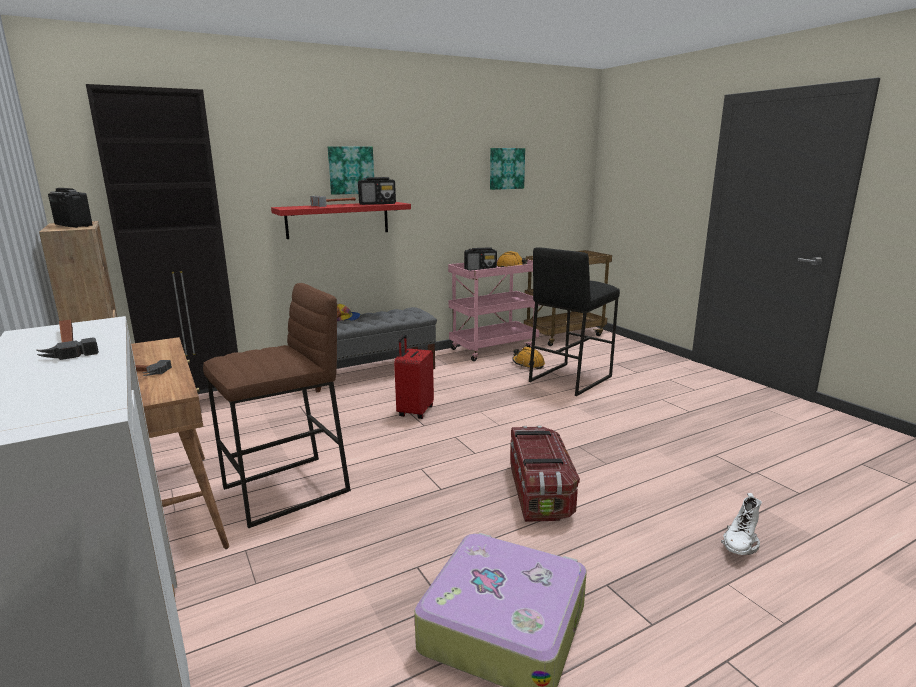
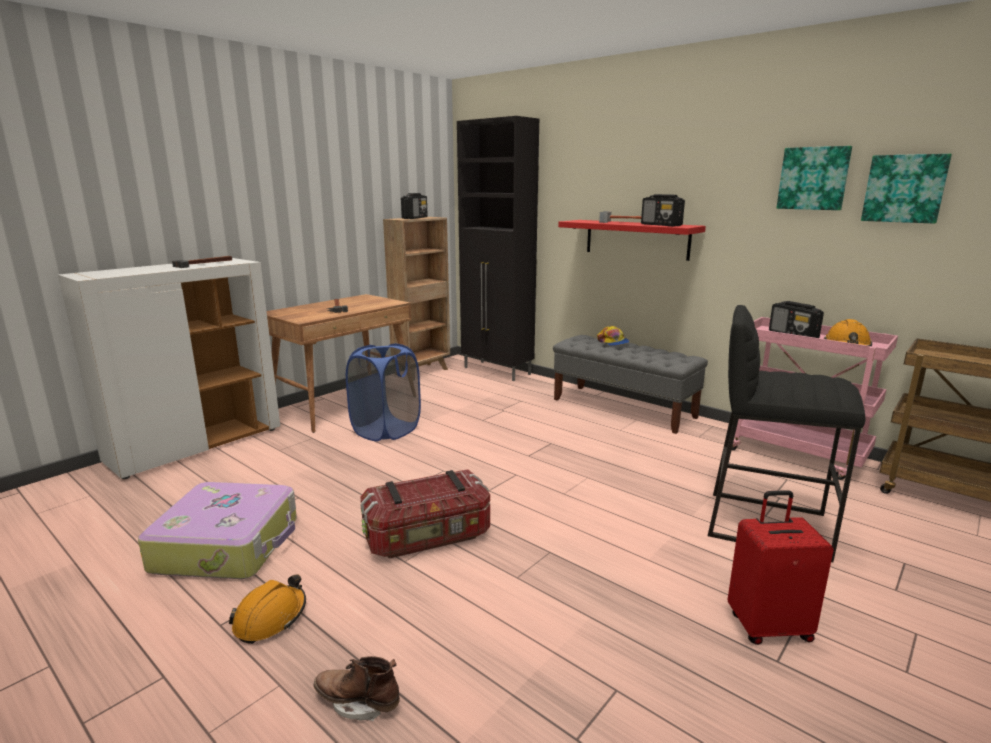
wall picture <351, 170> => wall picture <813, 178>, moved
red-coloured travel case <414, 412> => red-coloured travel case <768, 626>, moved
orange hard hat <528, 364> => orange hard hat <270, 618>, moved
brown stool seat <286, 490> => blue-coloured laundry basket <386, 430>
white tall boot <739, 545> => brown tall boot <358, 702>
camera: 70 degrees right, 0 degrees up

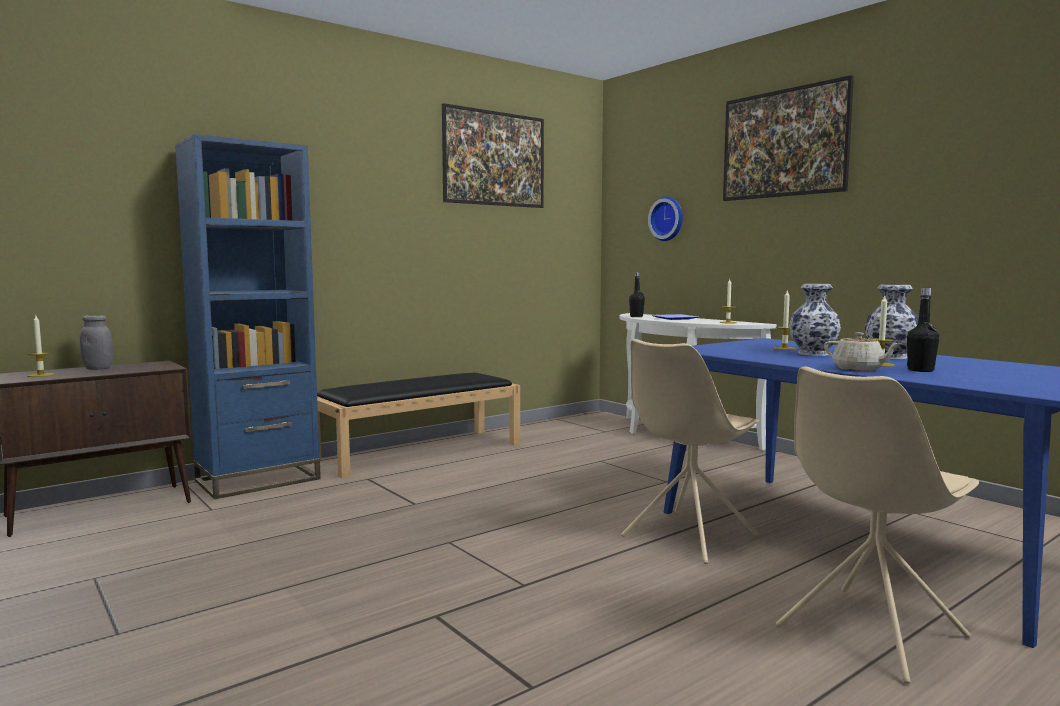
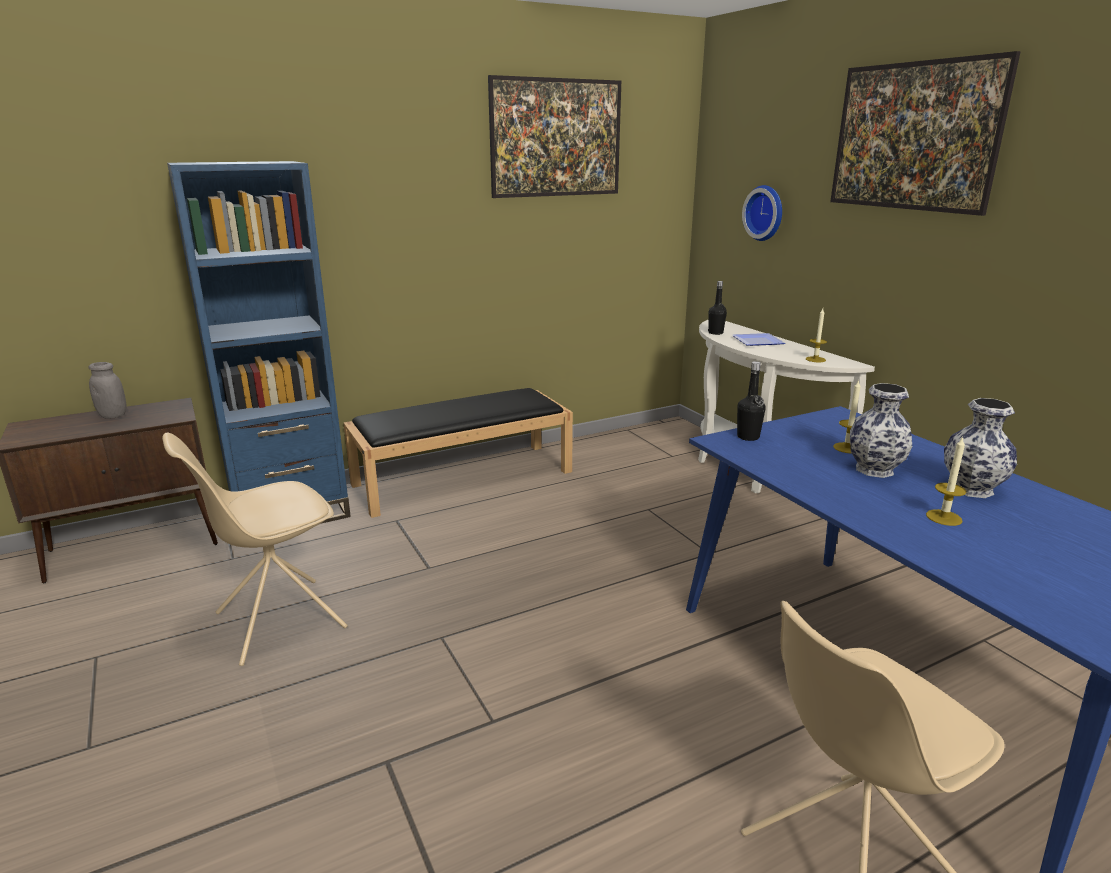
wax candle <41, 375> => nothing
beige-coloured teapot <858, 369> => nothing
beige-coloured plain chair <687, 537> => beige-coloured plain chair <277, 621>, moved
black bottle <920, 370> => black bottle <748, 437>, moved
camera: 10 degrees right, 15 degrees up

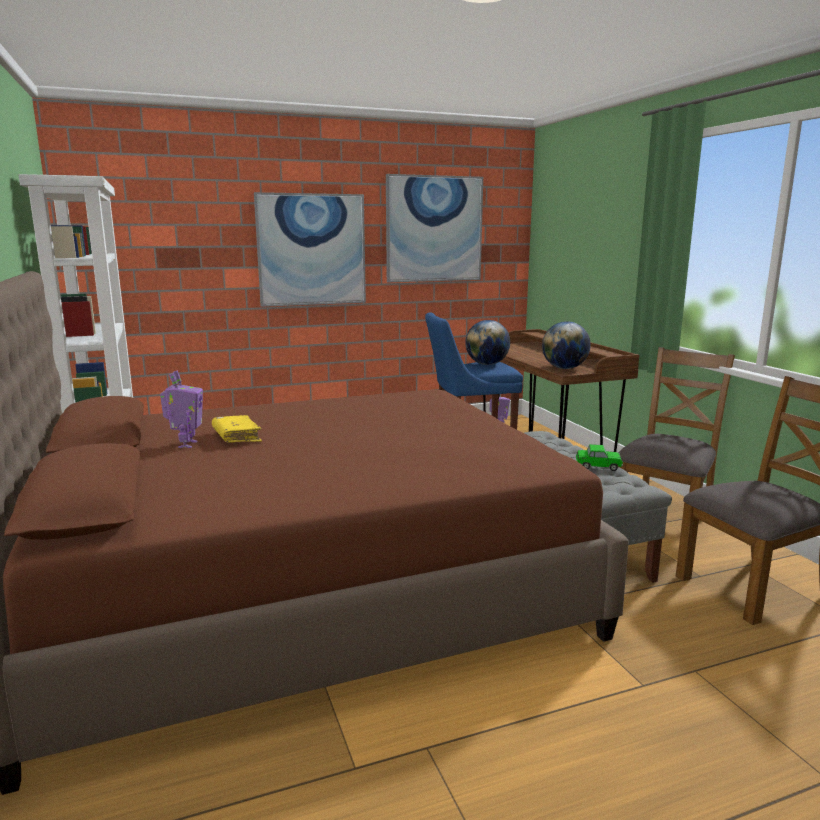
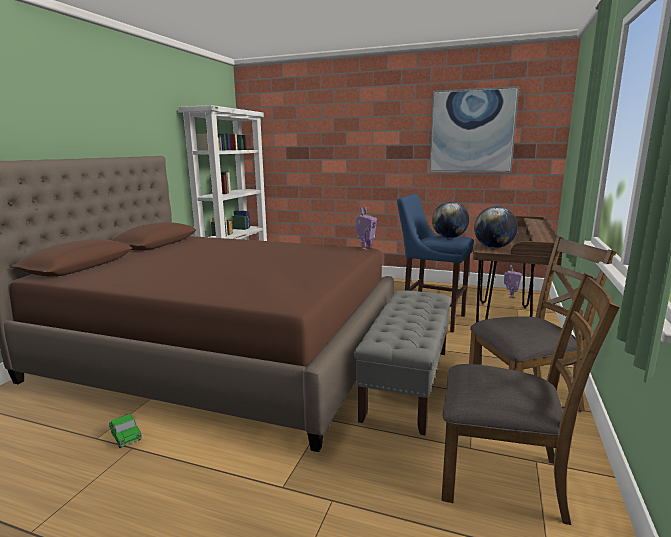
yellow-coloured volume <236, 437> => nothing
wall picture <311, 250> => nothing
toy robot <186, 444> => toy robot <365, 248>, moved
miniature car <598, 466> => miniature car <126, 437>, moved
camera: 40 degrees right, 0 degrees up

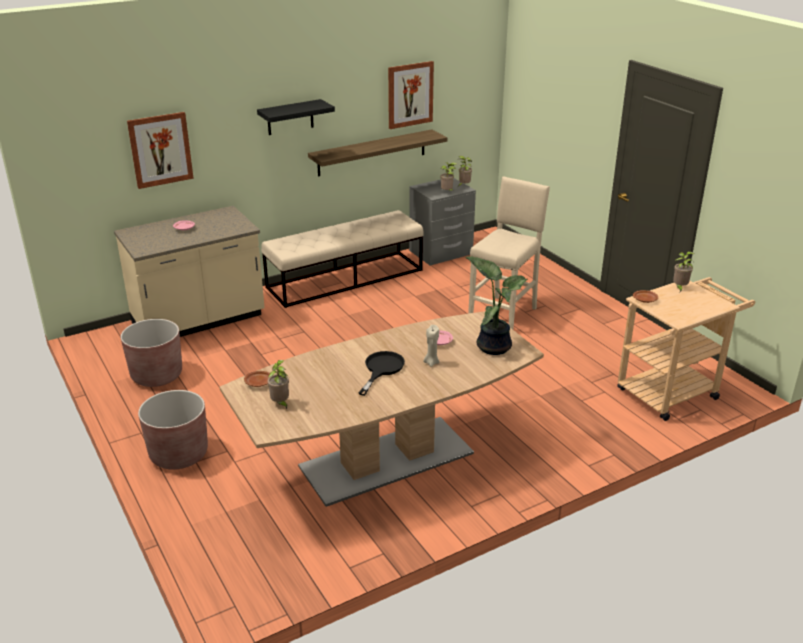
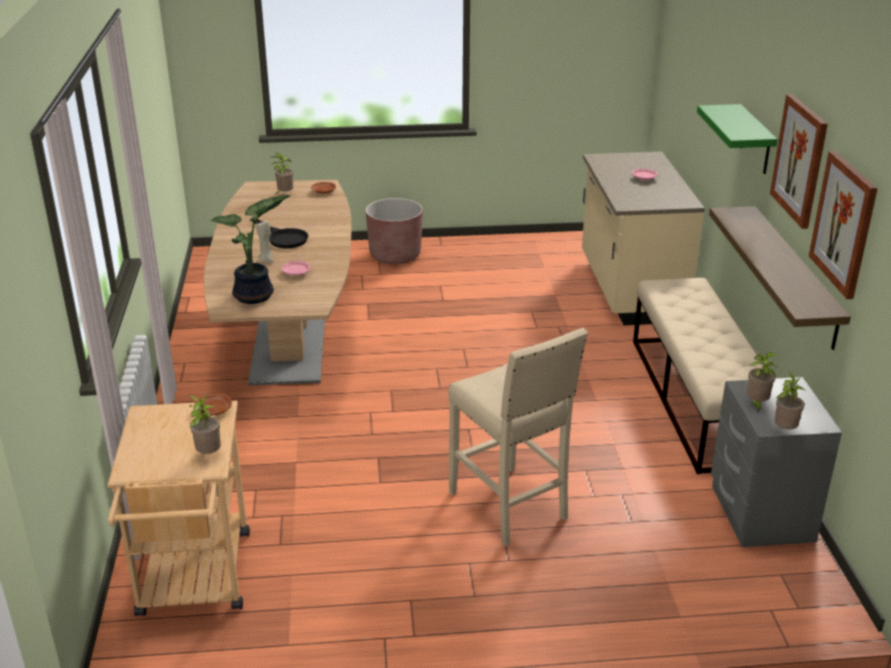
brown flower pot <157, 375> => nothing
wall picture <160, 149> => wall picture <800, 160>, moved
black shelf <290, 117> => green-coloured shelf <755, 140>
camera: 115 degrees right, 0 degrees up

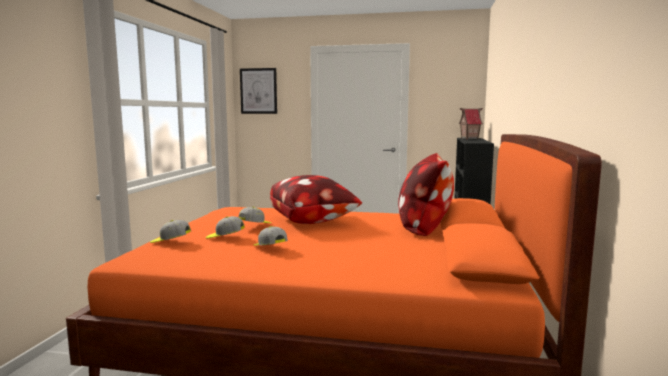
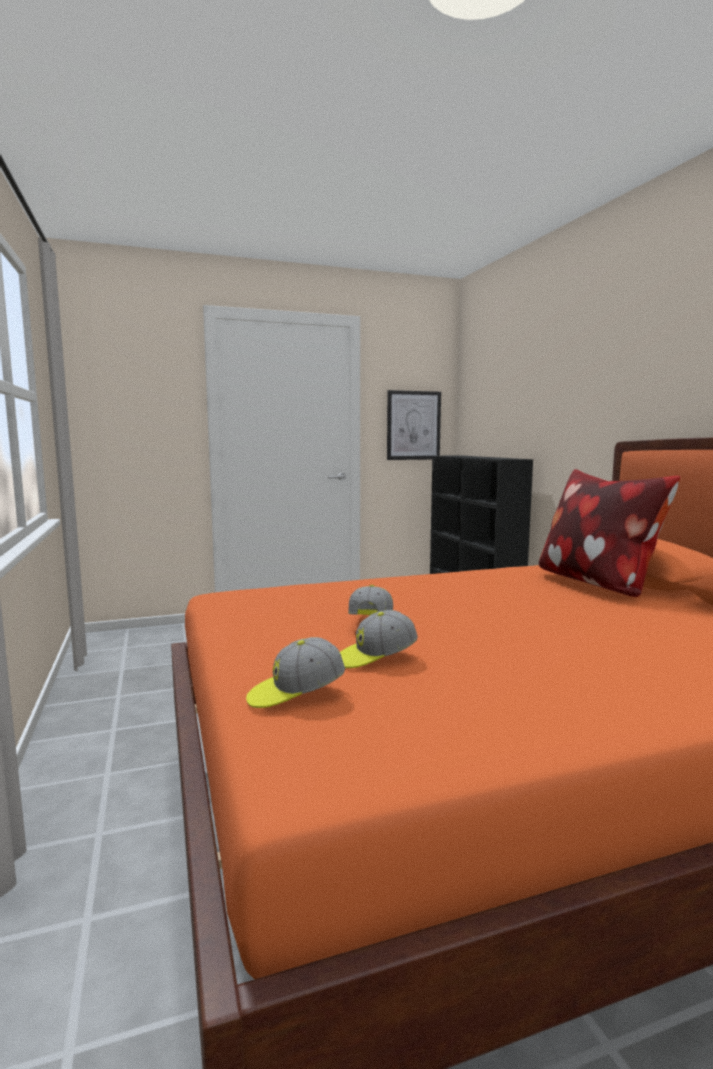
baseball cap <269, 248> => nothing
throw pillow <313, 221> => nothing
toy house <469, 138> => nothing
wall picture <258, 91> => wall picture <413, 425>, moved
camera: 30 degrees left, 0 degrees up

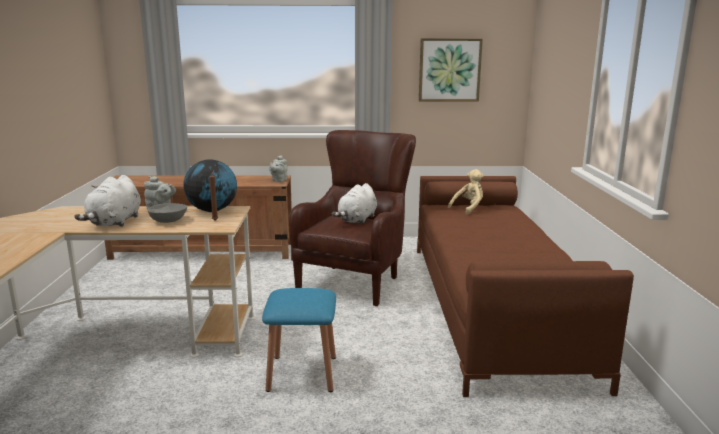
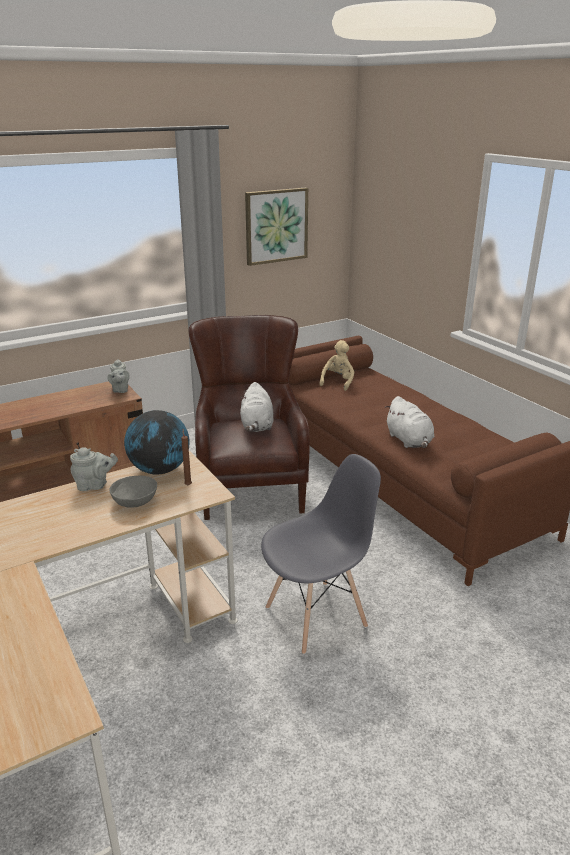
white plush toy <115, 222> => white plush toy <409, 441>, moved
blue-coloured stool seat <302, 373> => grey plain chair <316, 616>
camera: 30 degrees left, 10 degrees up

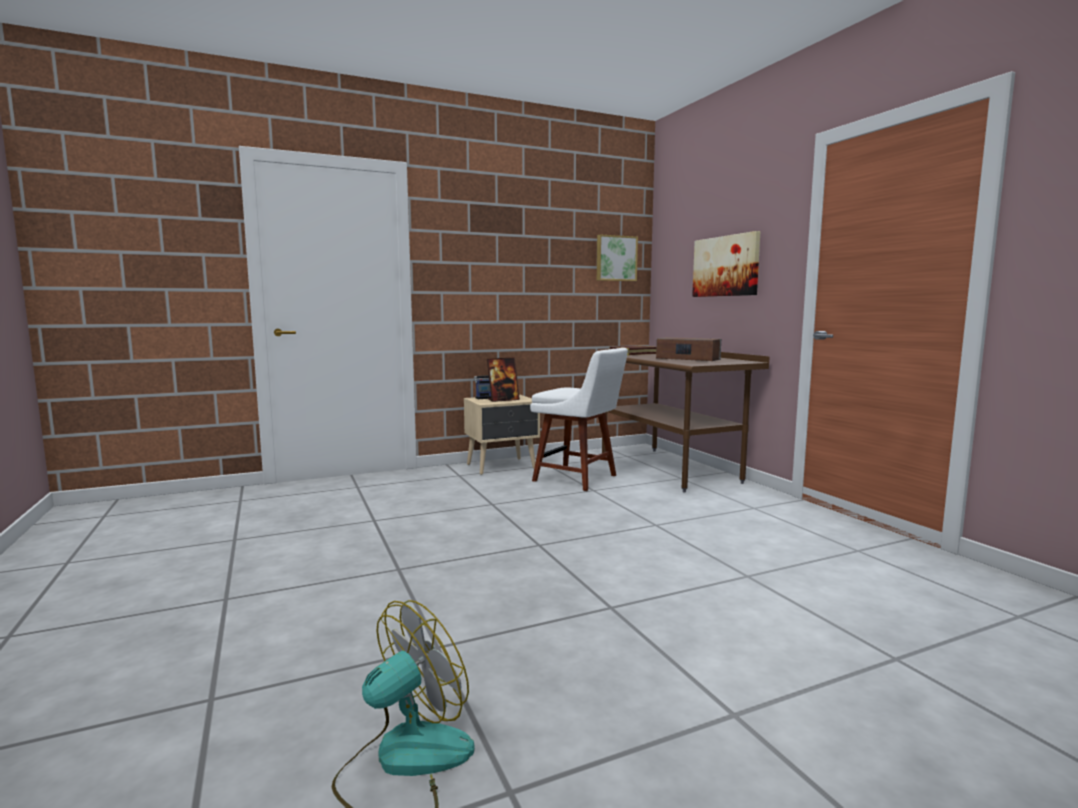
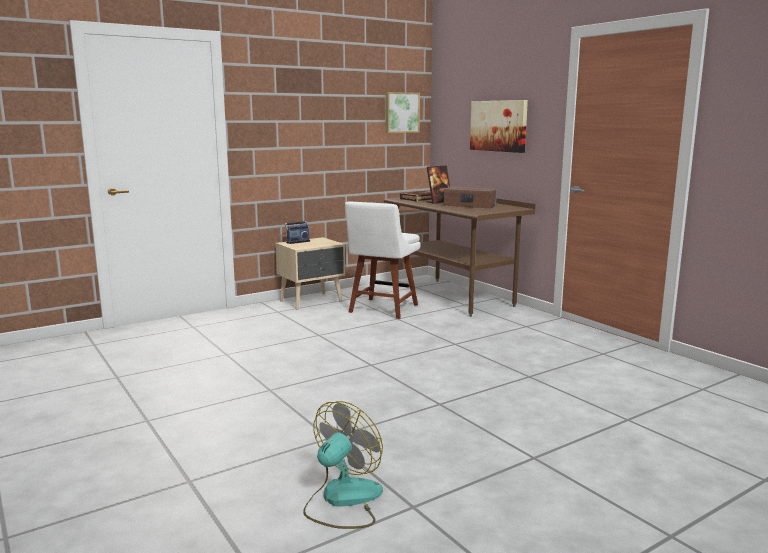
standing frame <503, 400> => standing frame <439, 202>, moved
white plain chair <578, 479> => white plain chair <382, 309>, 90 degrees clockwise
camera: 10 degrees left, 5 degrees up

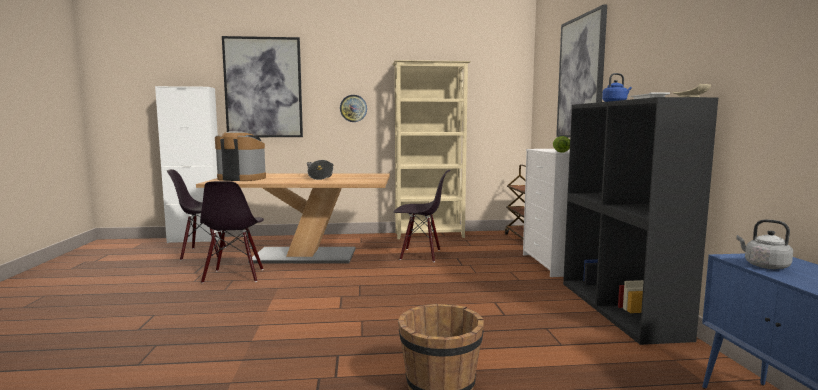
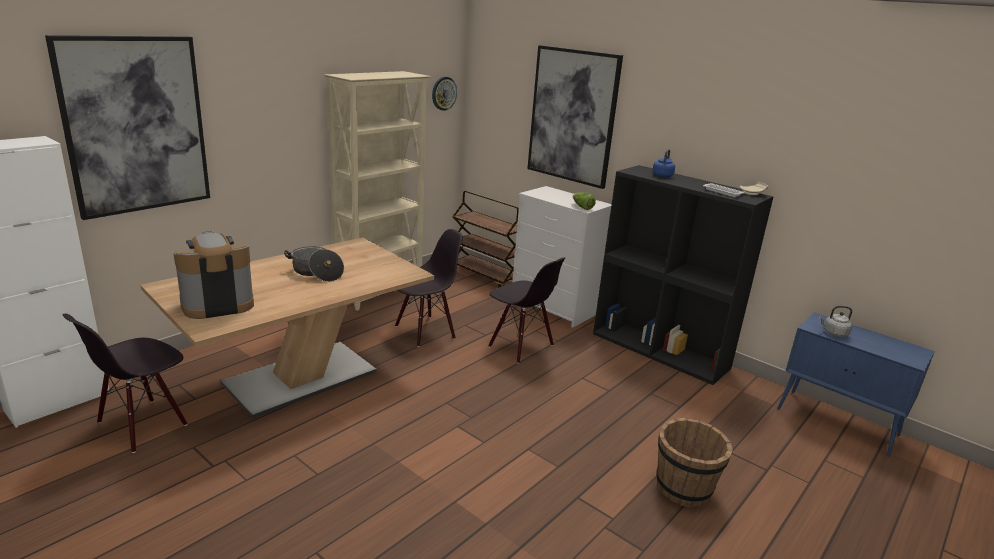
black plain chair <234, 276> => black plain chair <520, 346>, moved
wall clock <353, 108> => wall clock <443, 93>, moved
camera: 45 degrees left, 15 degrees up

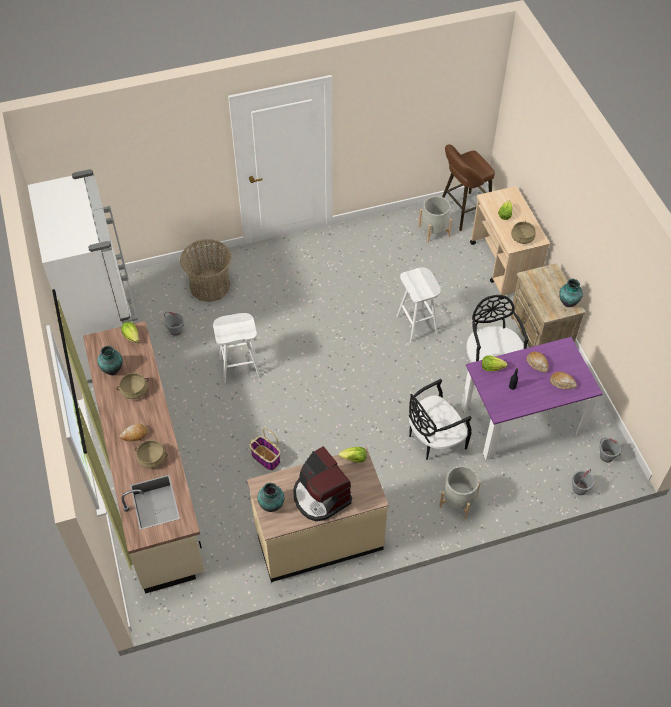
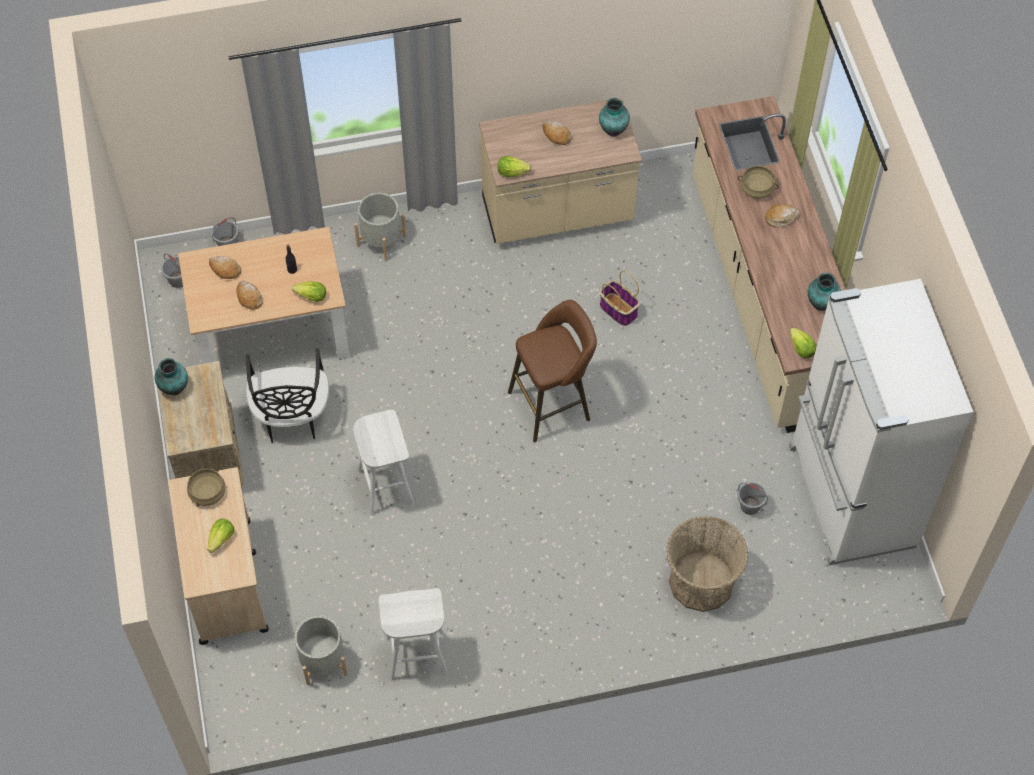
beige-coloured stockpot <134, 390> => nothing
black plain chair <434, 439> => nothing
white stool seat <240, 367> => white stool seat <416, 655>, moved
brown stool seat <462, 212> => brown stool seat <553, 404>, moved
coffee machine <320, 496> => bakery bread <556, 135>
purplish dining table <522, 420> => beige-coloured dining table <272, 334>
camera: 175 degrees left, 5 degrees up

